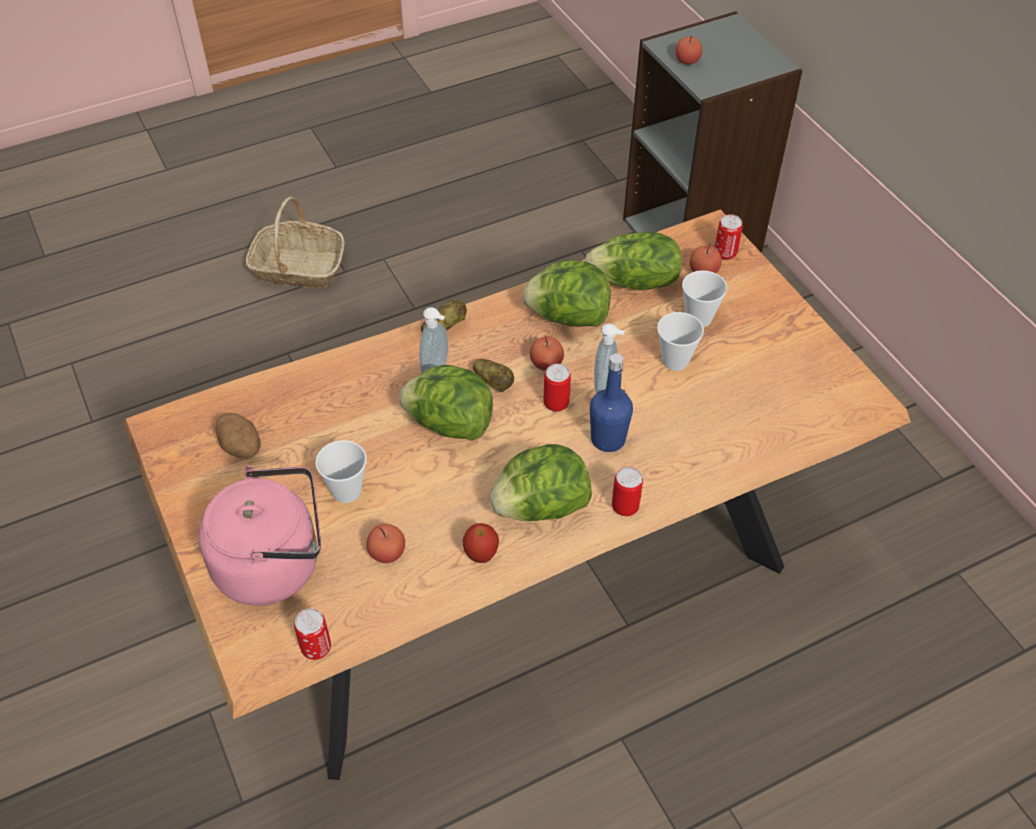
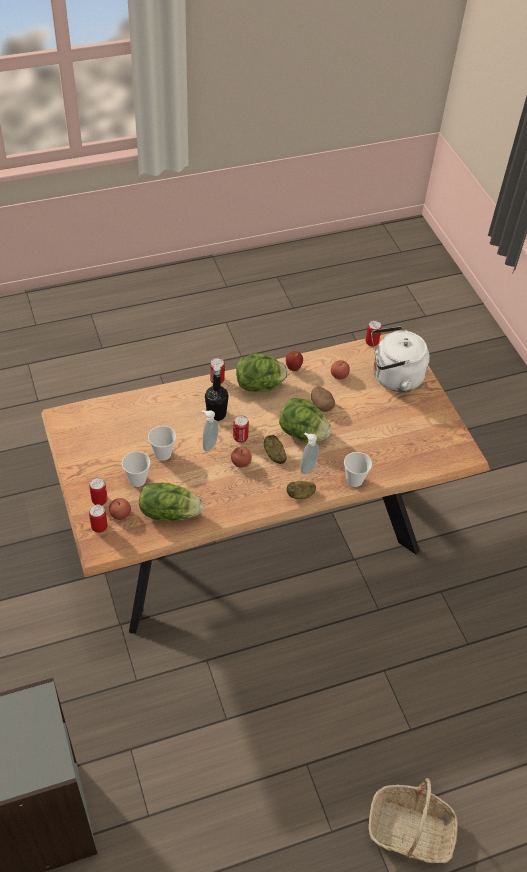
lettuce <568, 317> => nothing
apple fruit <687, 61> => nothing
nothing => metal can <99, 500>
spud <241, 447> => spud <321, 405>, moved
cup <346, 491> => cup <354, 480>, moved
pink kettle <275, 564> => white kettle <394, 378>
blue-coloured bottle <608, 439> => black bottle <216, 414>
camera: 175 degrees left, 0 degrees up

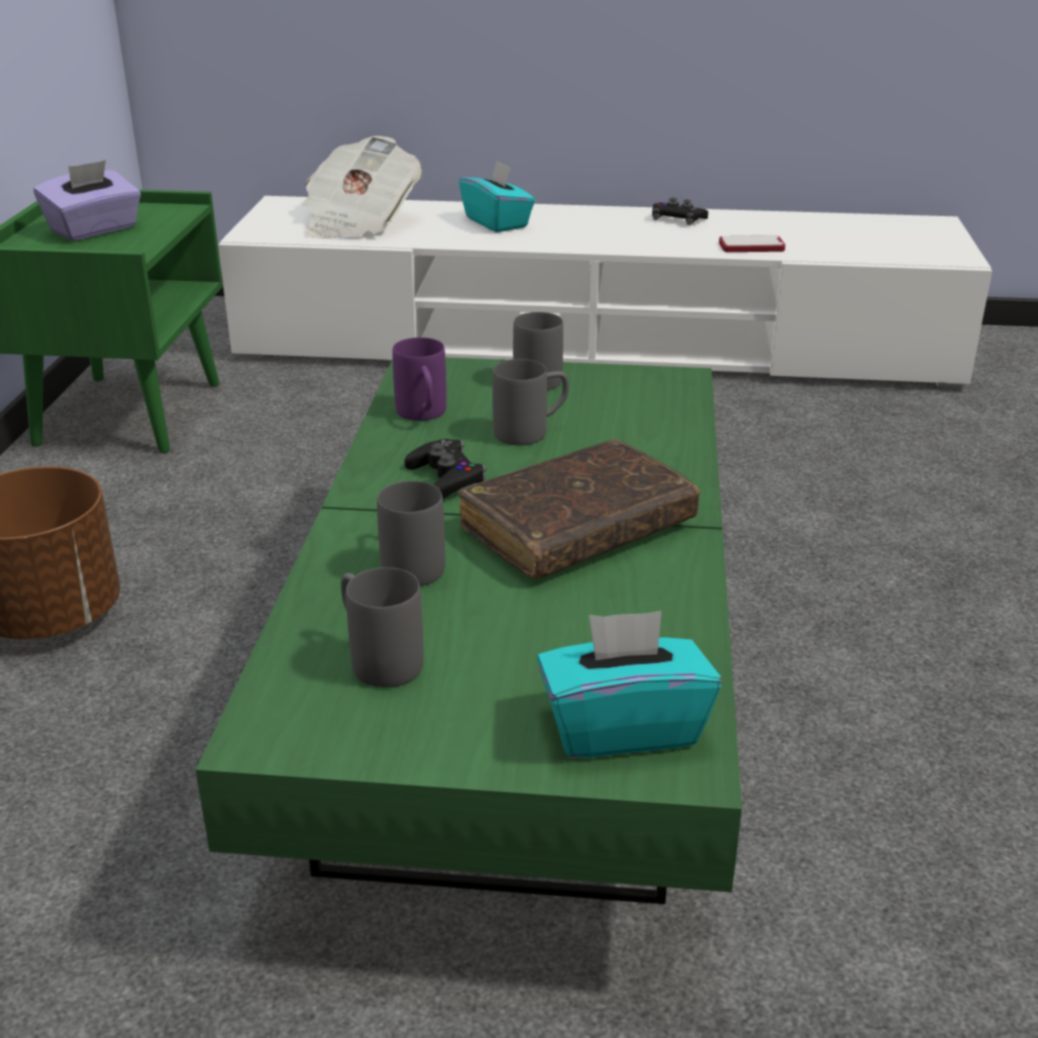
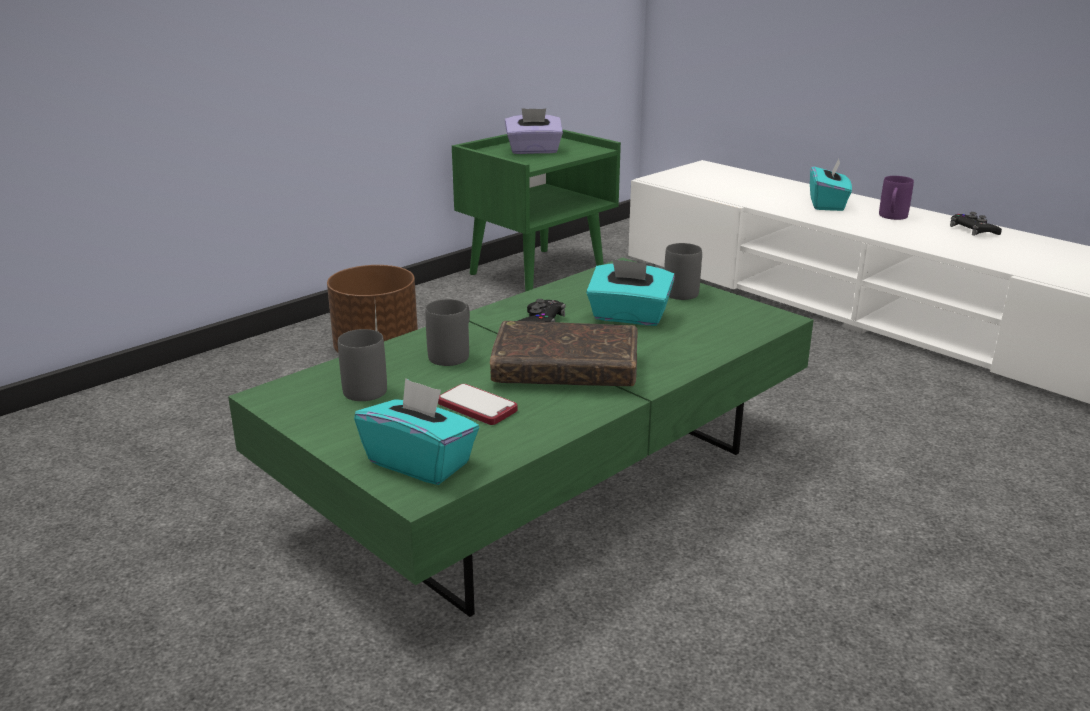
printed paper <358, 222> => nothing
purplish mug <423, 415> => purplish mug <892, 217>, moved
phone <751, 246> => phone <477, 406>, moved
grey mug <531, 431> => turquoise tissue holder <629, 317>
camera: 40 degrees right, 5 degrees down

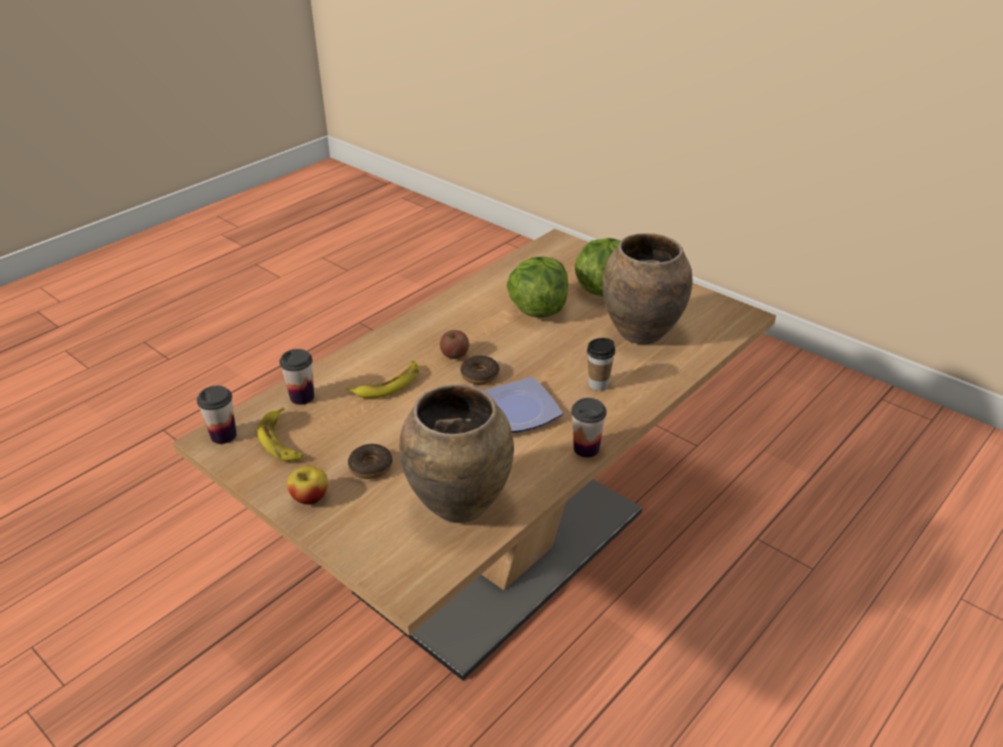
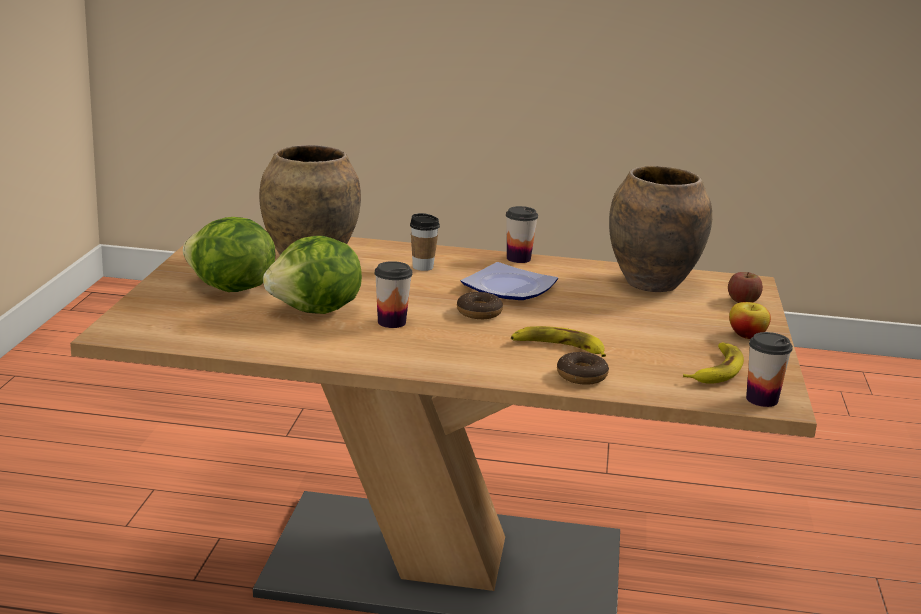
cup <302, 397> => cup <391, 322>, moved
donut <371, 466> => donut <581, 376>, moved
apple fruit <454, 354> => apple fruit <743, 301>, moved
camera: 125 degrees left, 15 degrees down

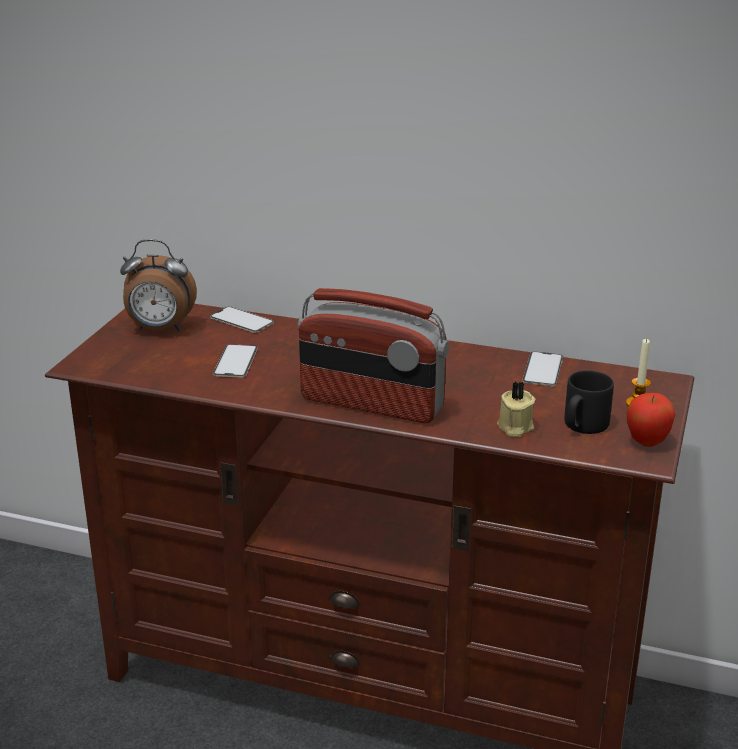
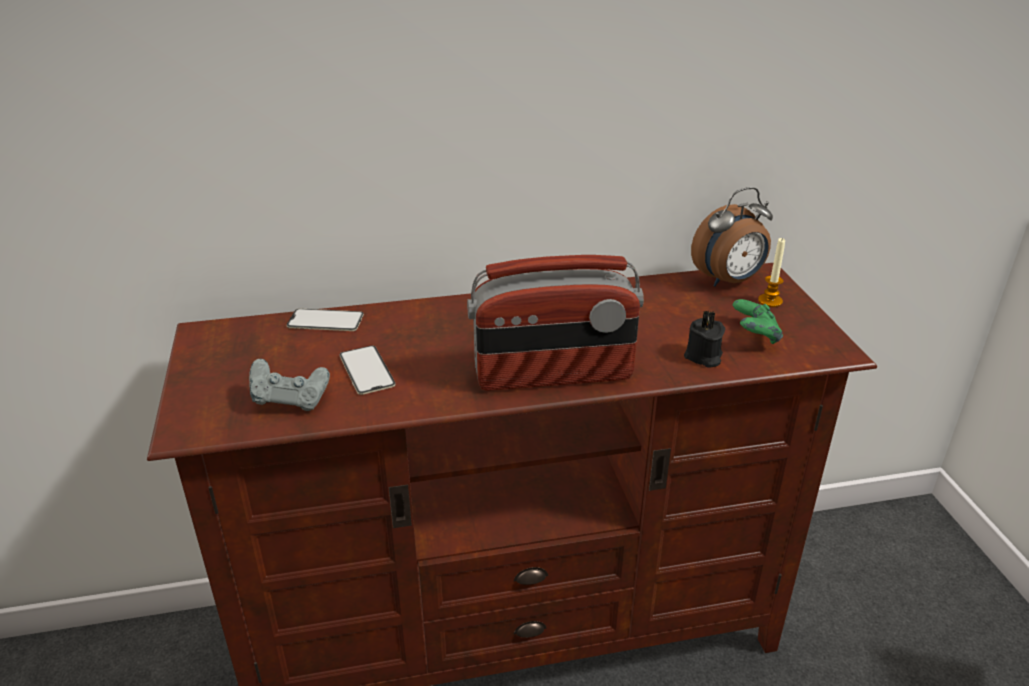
phone <543, 369> => nothing
apple fruit <647, 442> => nothing
nothing => grey joypad <290, 401>
table clock <160, 329> => table clock <729, 281>, moved
black mug <583, 426> => green-coloured joypad <754, 336>
beige-coloured wax candle <514, 427> => black wax candle <703, 357>
camera: 30 degrees left, 5 degrees up

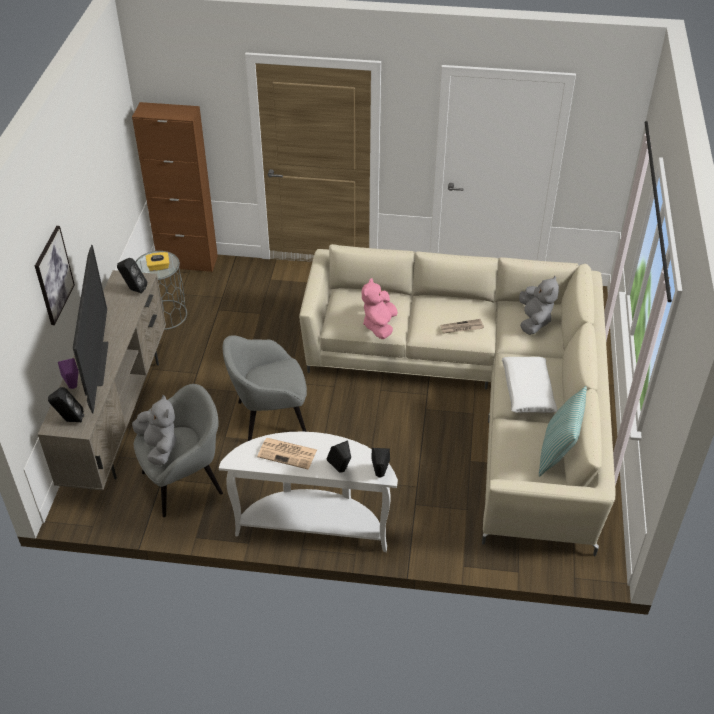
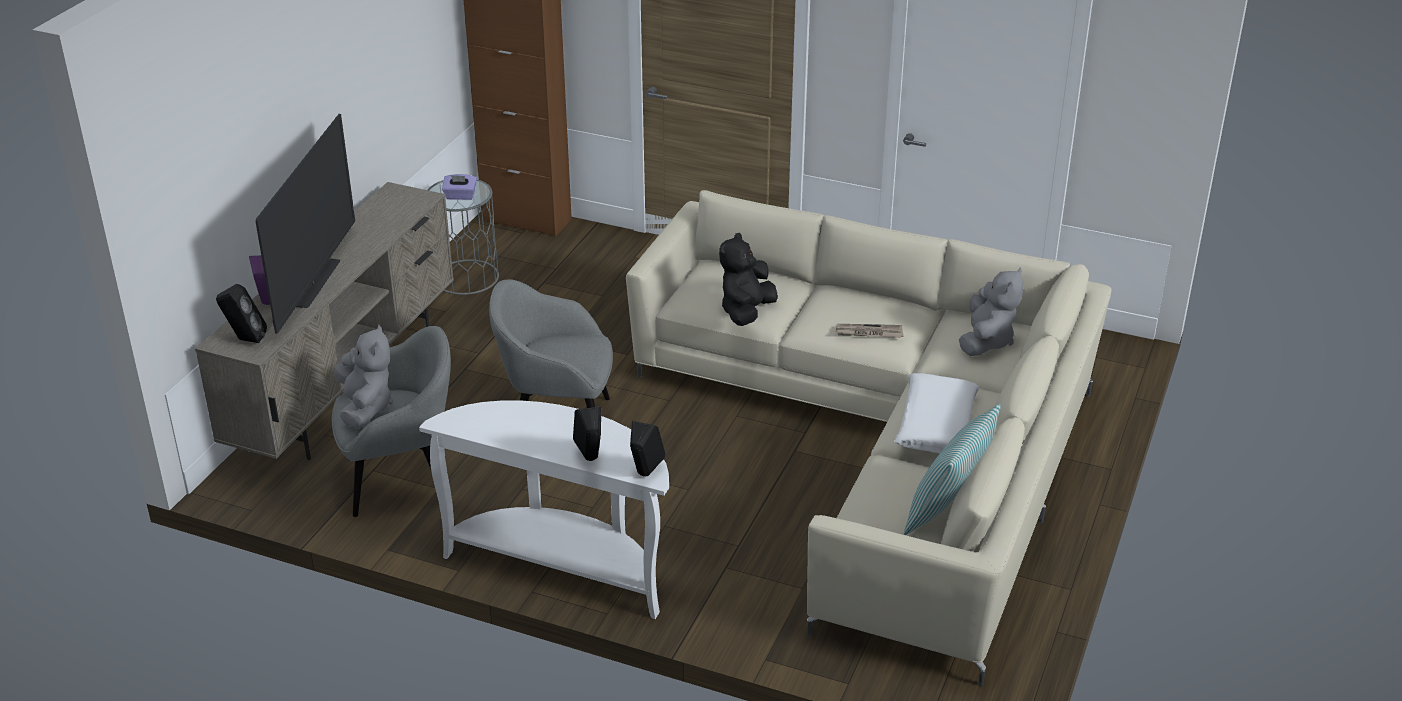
wall picture <53, 275> => nothing
black loudspeaker <134, 289> => nothing
printed paper <288, 453> => nothing
yellow-coloured tissue holder <158, 267> => purplish tissue holder <460, 196>
pink plush toy <379, 325> => black plush toy <746, 312>
camera: 15 degrees right, 10 degrees down

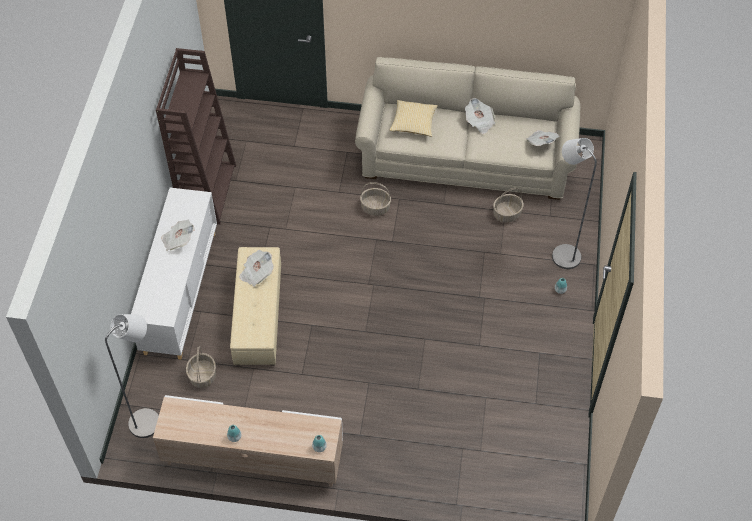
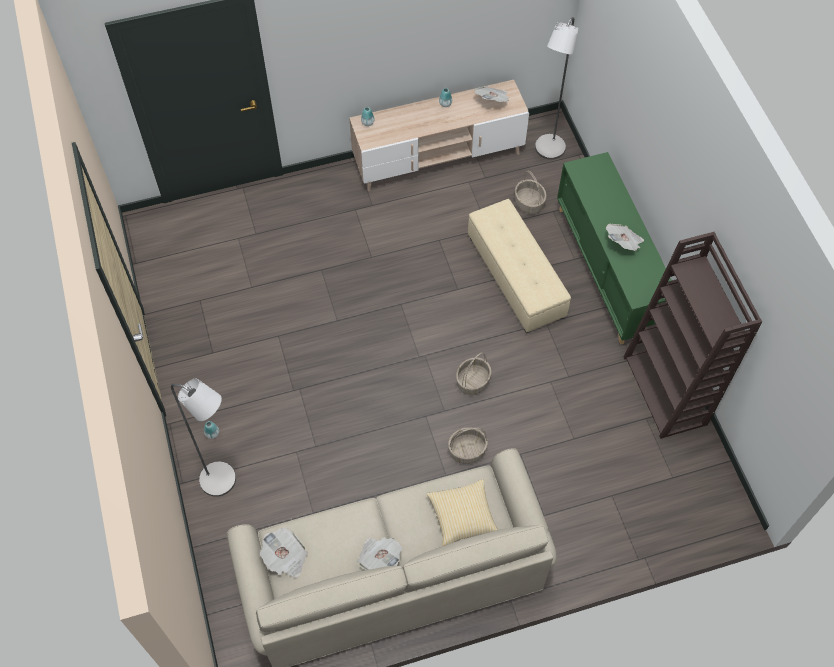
printed paper <256, 273> => printed paper <492, 100>, moved
household basket <507, 213> => household basket <473, 382>, moved
white cupboard <180, 291> => green-coloured cupboard <608, 270>
camera: 155 degrees right, 5 degrees up

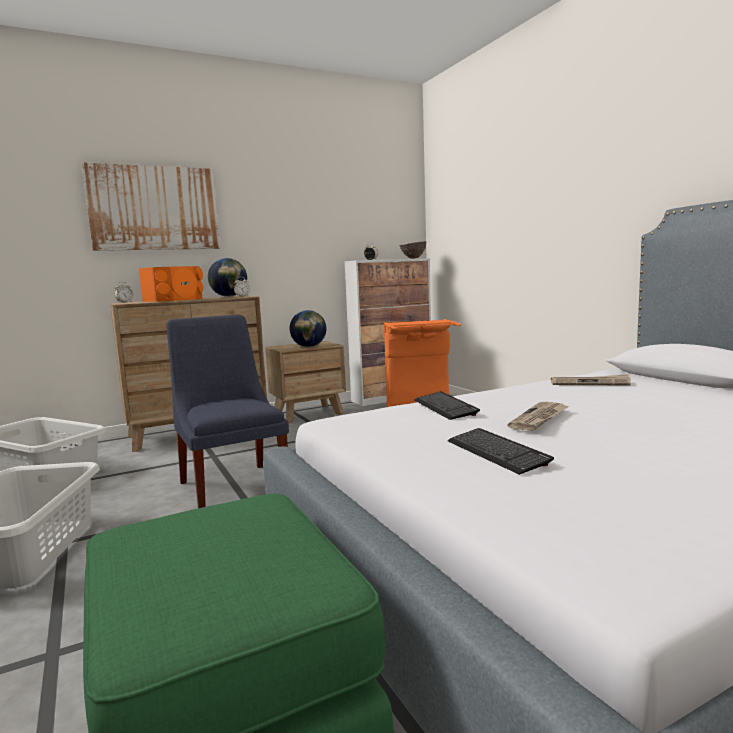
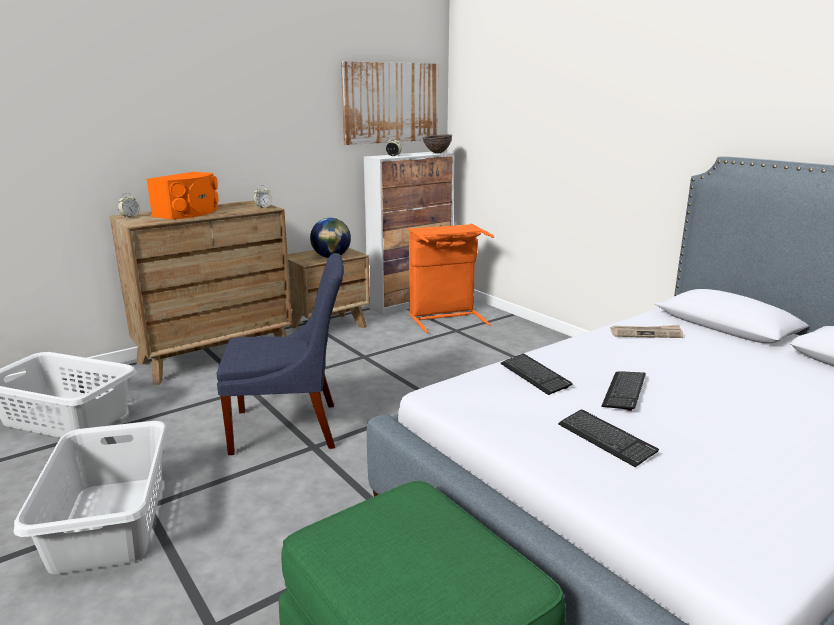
world globe <229, 296> => nothing
wall picture <154, 208> => wall picture <391, 103>, moved
printed paper <540, 418> => PC keyboard <624, 391>
blue-coloured plain chair <233, 486> => blue-coloured plain chair <291, 428>, 120 degrees clockwise
camera: 10 degrees left, 10 degrees up

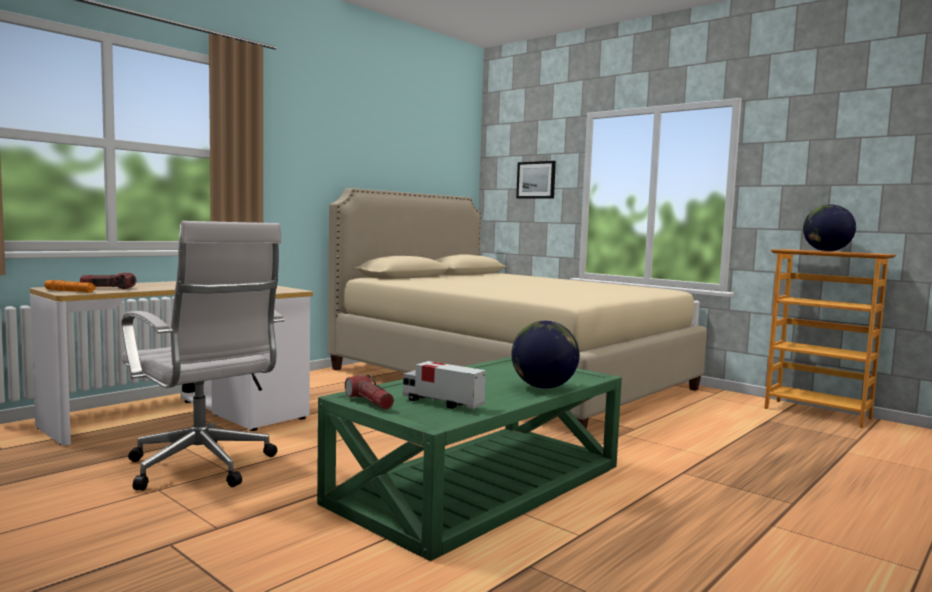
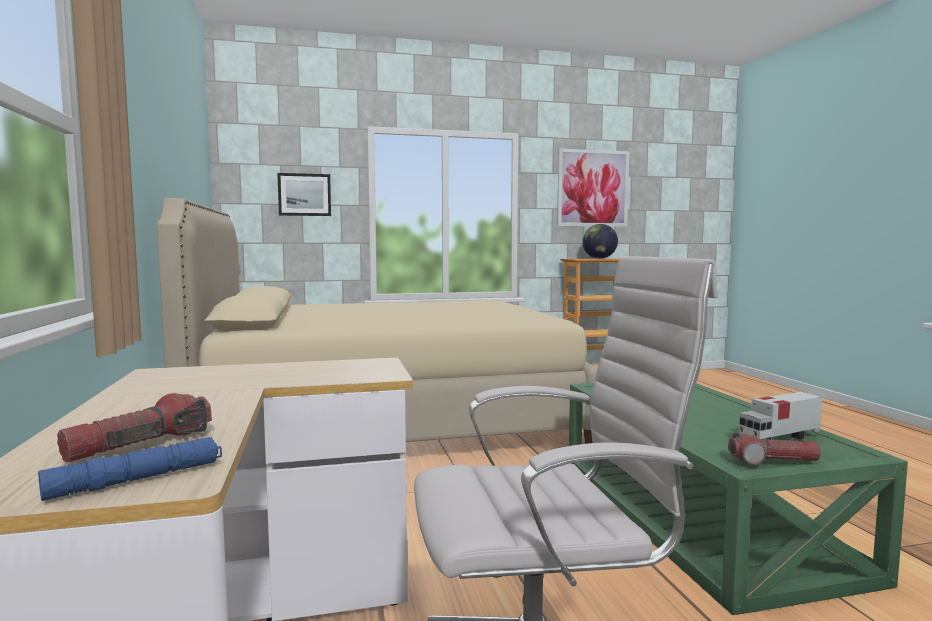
world globe <543, 387> => nothing
nothing => wall picture <593, 188>
orange flashlight <70, 291> => blue-coloured flashlight <137, 479>
camera: 55 degrees left, 0 degrees up

